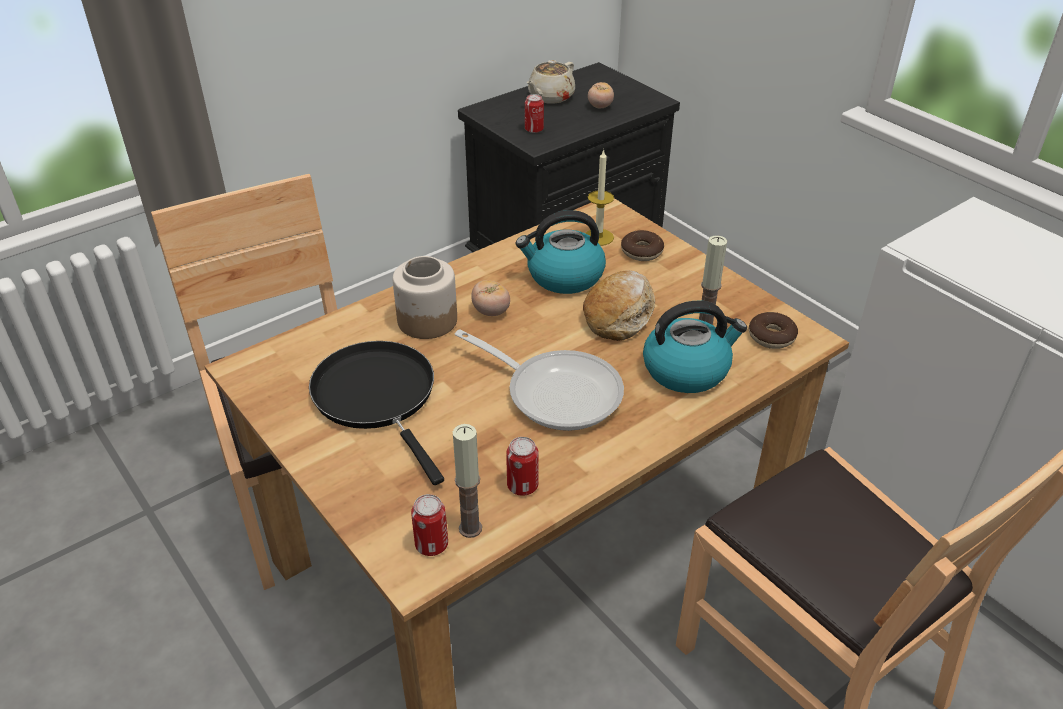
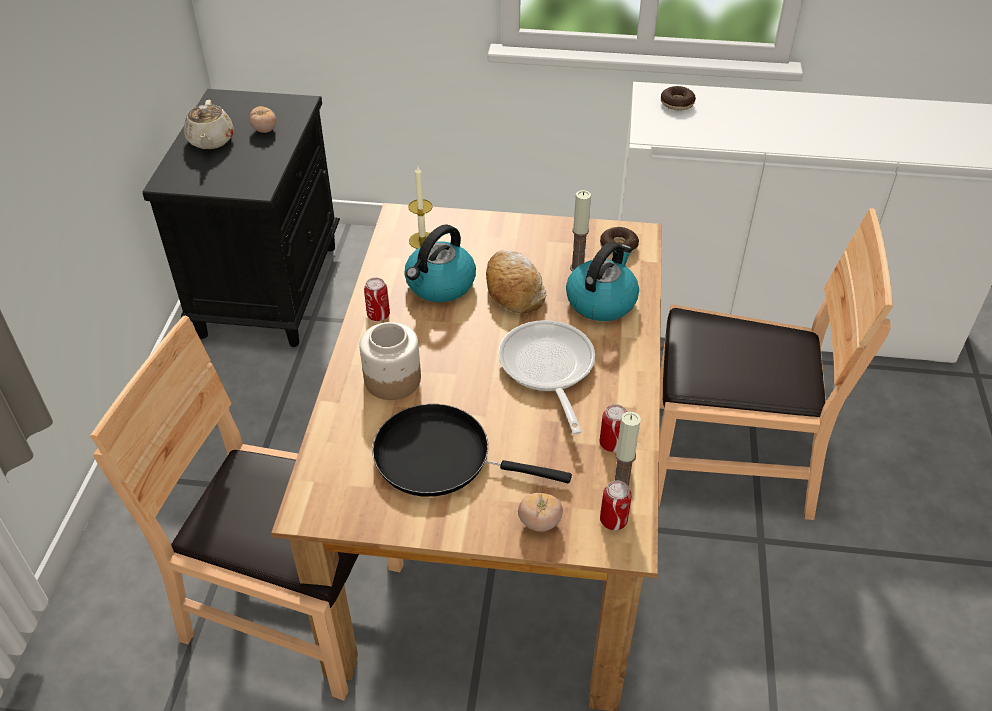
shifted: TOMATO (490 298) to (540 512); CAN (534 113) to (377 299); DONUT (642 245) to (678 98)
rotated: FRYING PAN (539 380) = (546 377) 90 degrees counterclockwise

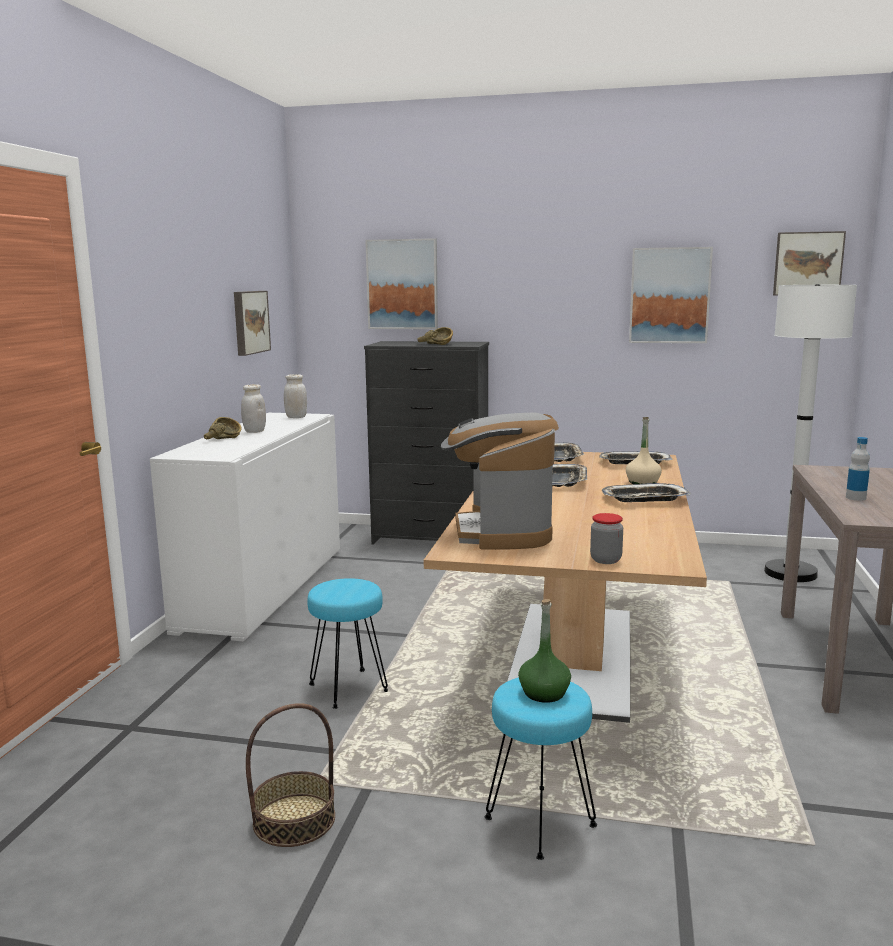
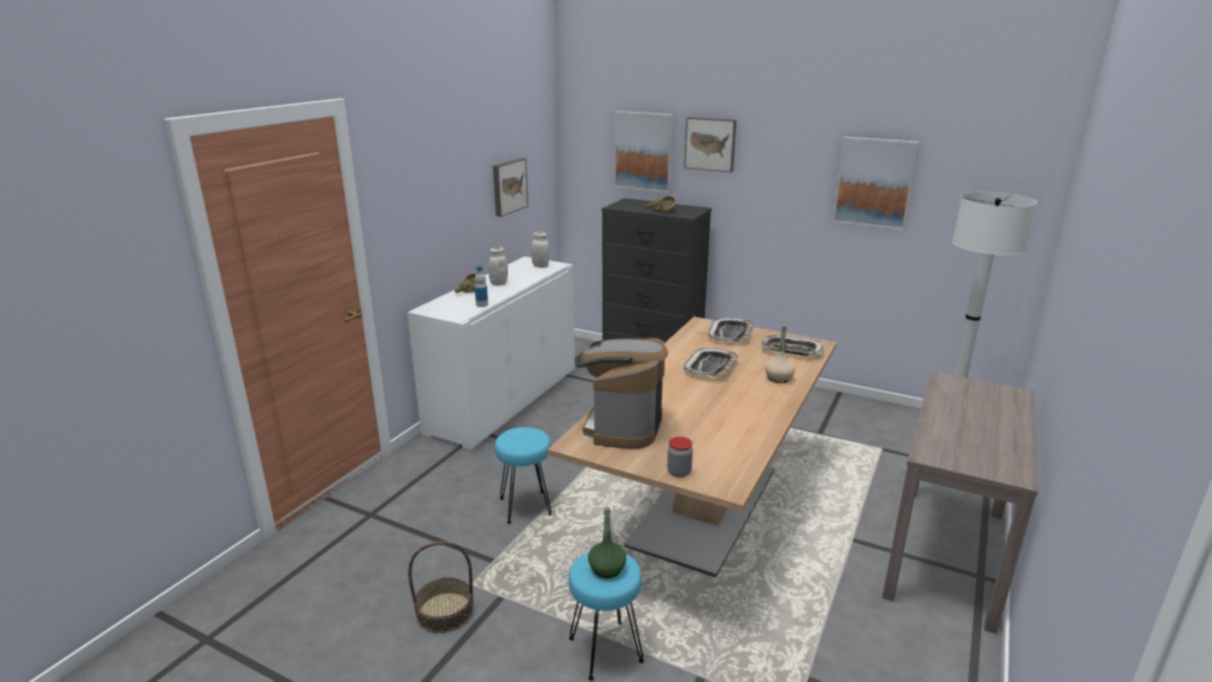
gone: TRAY (646 492)
shifted: PICTURE (809 263) to (710 144); BOTTLE (858 469) to (481 286)

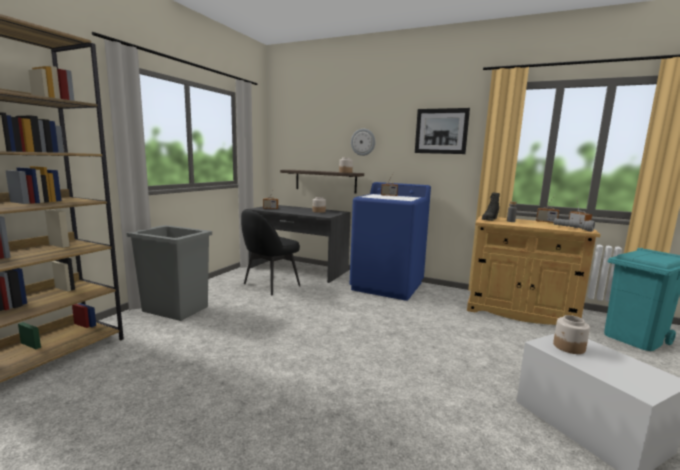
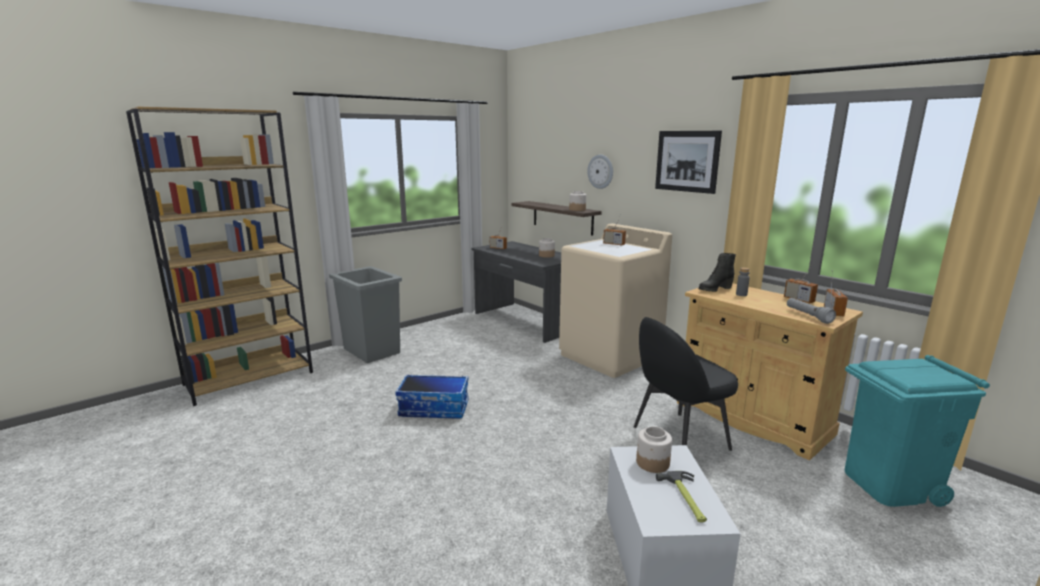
new: STORAGE BOX (432 396); HAMMER (681 497)
shifted: BLACK CHAIR (270 252) to (686 384)
repainted: BLUE WASHING MACHINE (390 241) to BEIGE WASHING MACHINE (615 300)

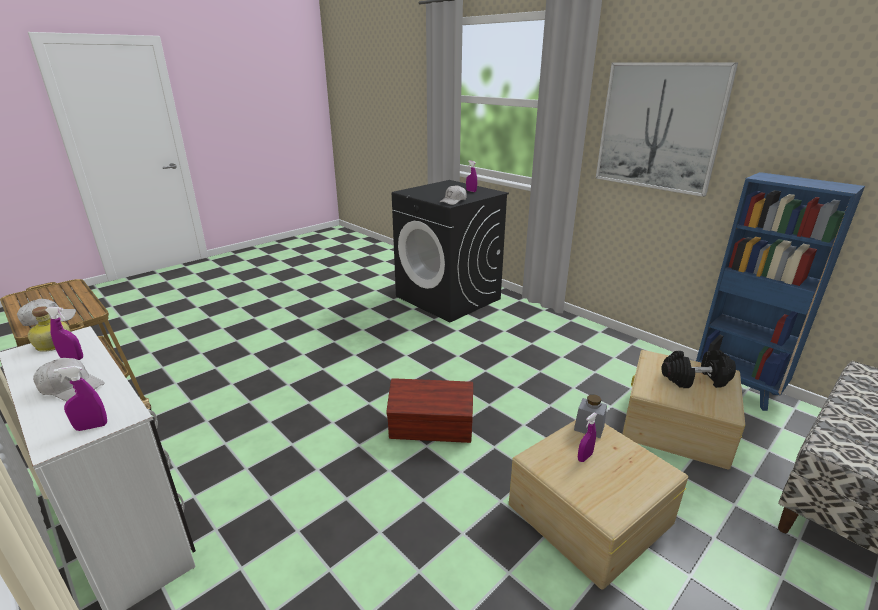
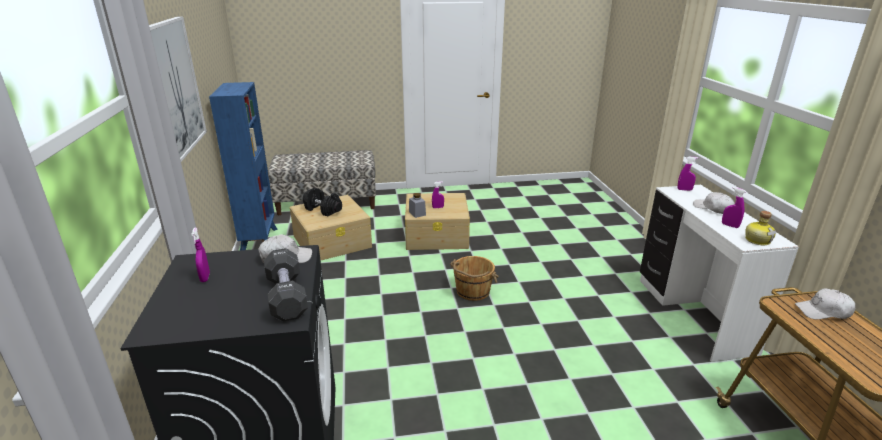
new: BLACK DUMBBELL (286 285)
swapped: BROWN STORAGE BOX (429 410) to BROWN BUCKET (474 278)

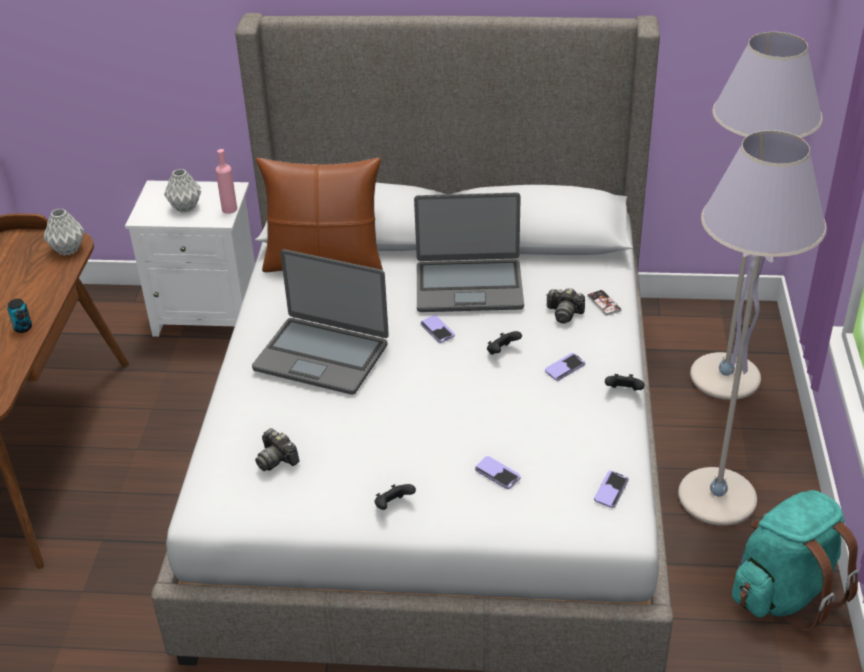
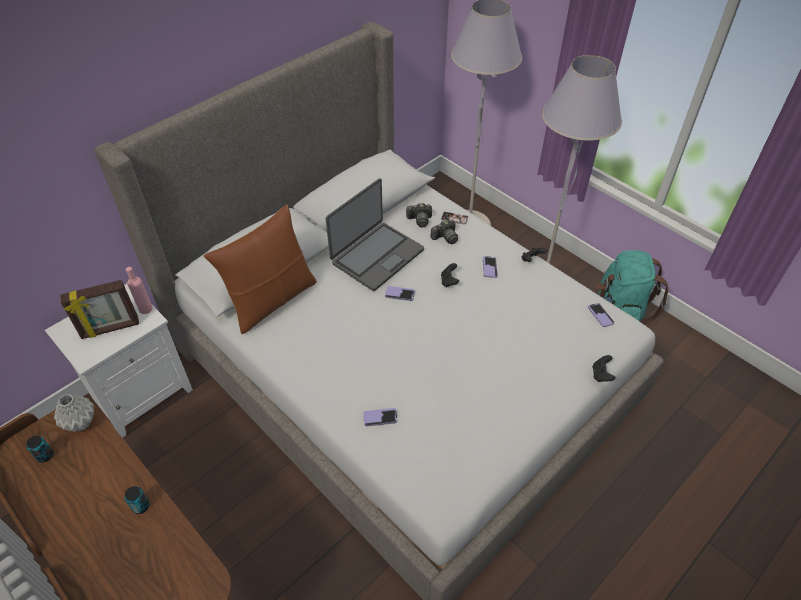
gone: LAPTOP (320 322)
new: CAN (40 449)
shifted: PHOTO CAMERA (277 449) to (419 215); BLACK GAME CONTROLLER (395 497) to (603 368); PHONE (498 472) to (380 417)
swapped: GREY VASE (182 191) to PICTURE FRAME (99 309)

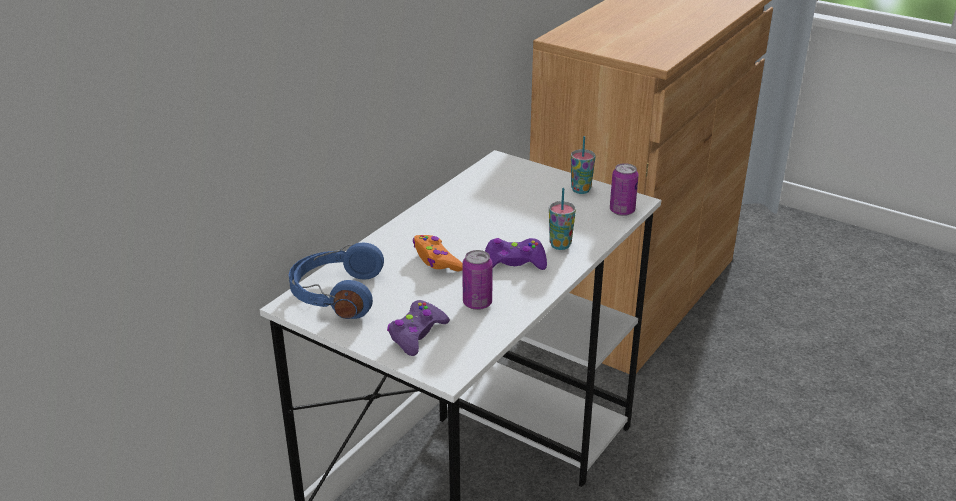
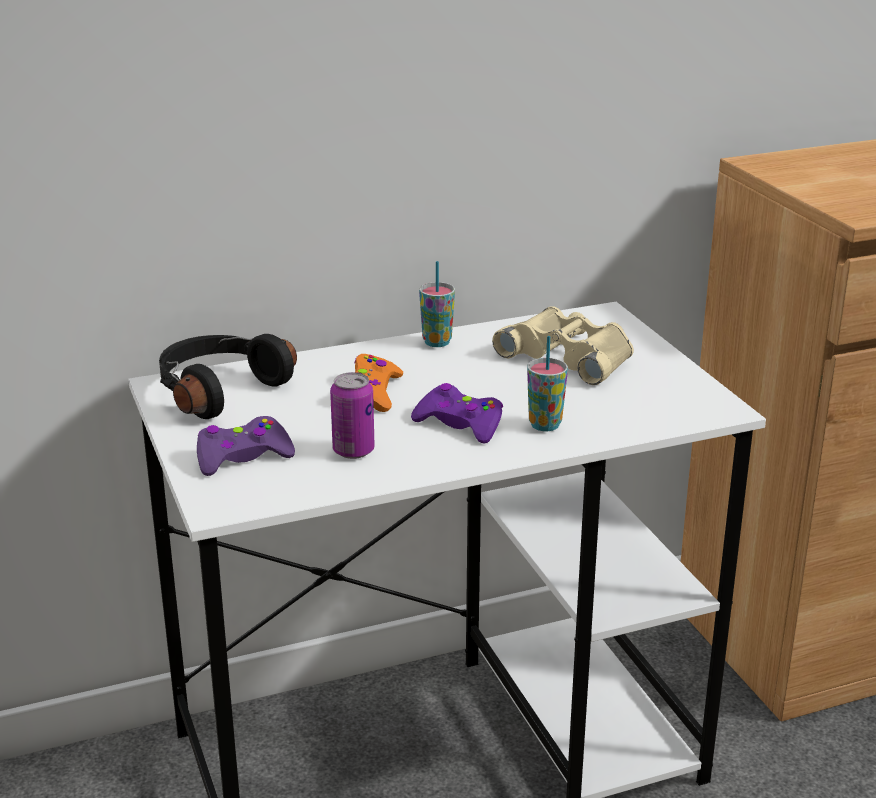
gone: CAN (624 189)
new: BEIGE BINOCULARS (563 345)
shifted: CUP (583 165) to (437 304)
repainted: BLUE HEADPHONES (336 281) to BLACK HEADPHONES (228 376)

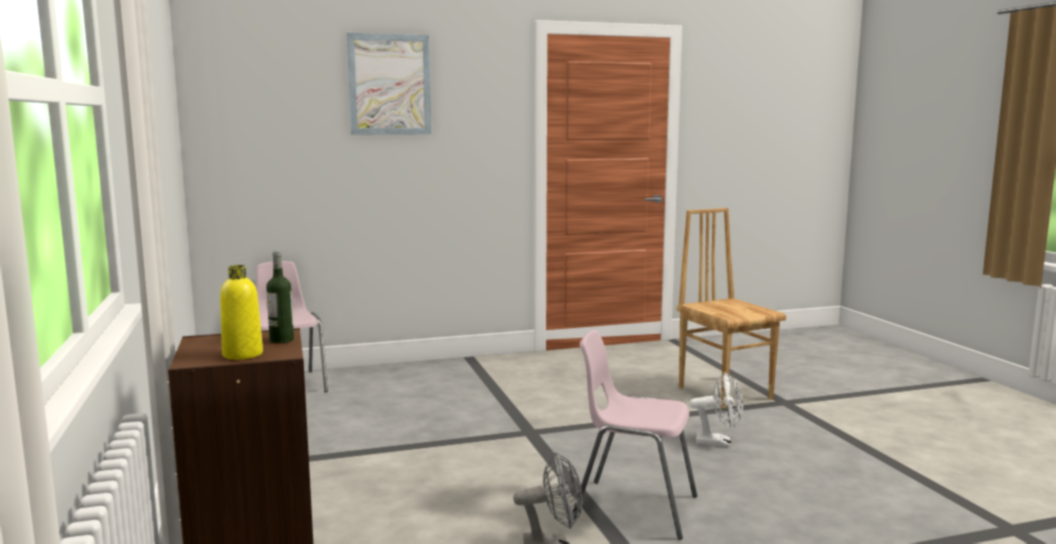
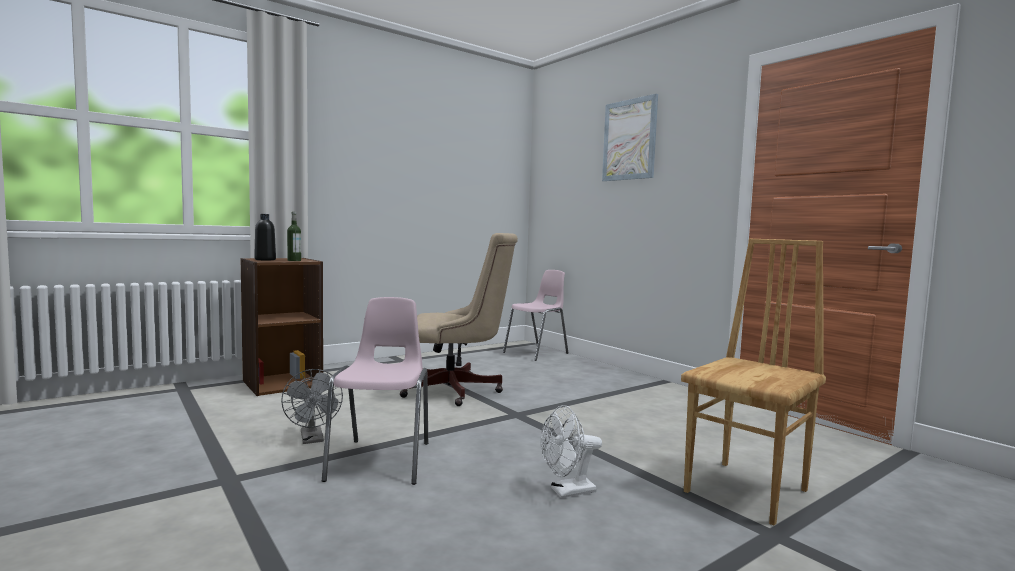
new: BEIGE OFFICE CHAIR (459 319)
repainted: YELLOW BOTTLE (241 312) to BLACK BOTTLE (265 237)
rotated: WHITE FAN (716 409) = (571 451) 75 degrees clockwise

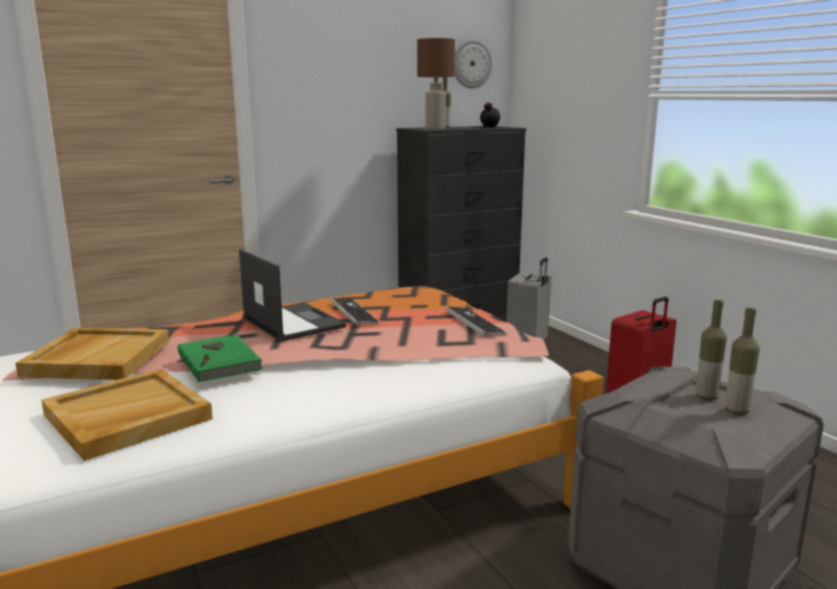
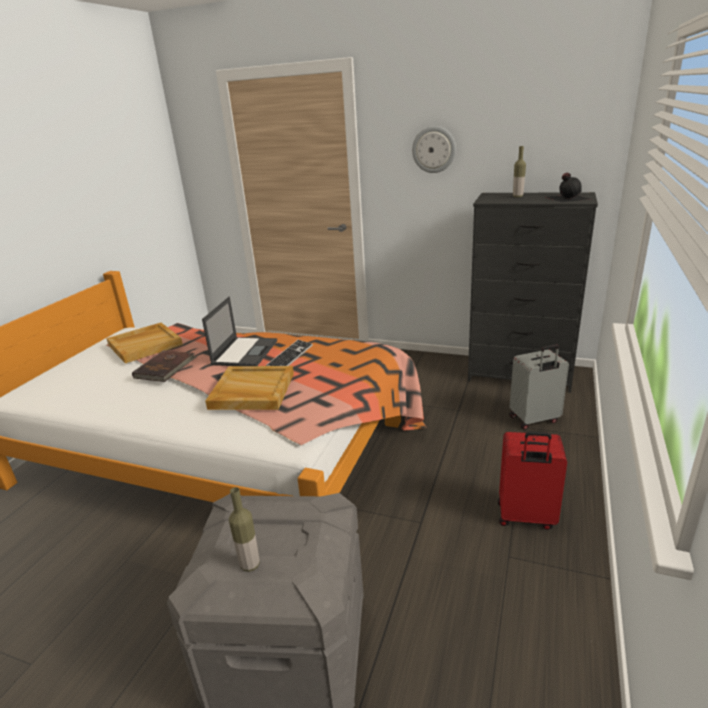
gone: BROWN TABLE LAMP (436 84); KEYBOARD (476 322); BOTTLE (711 350)
shifted: BEIGE TRAY (127 415) to (249 388); WALL CLOCK (473 64) to (434 149)
repainted: GREEN BOOK (220 358) to BROWN BOOK (164 366)

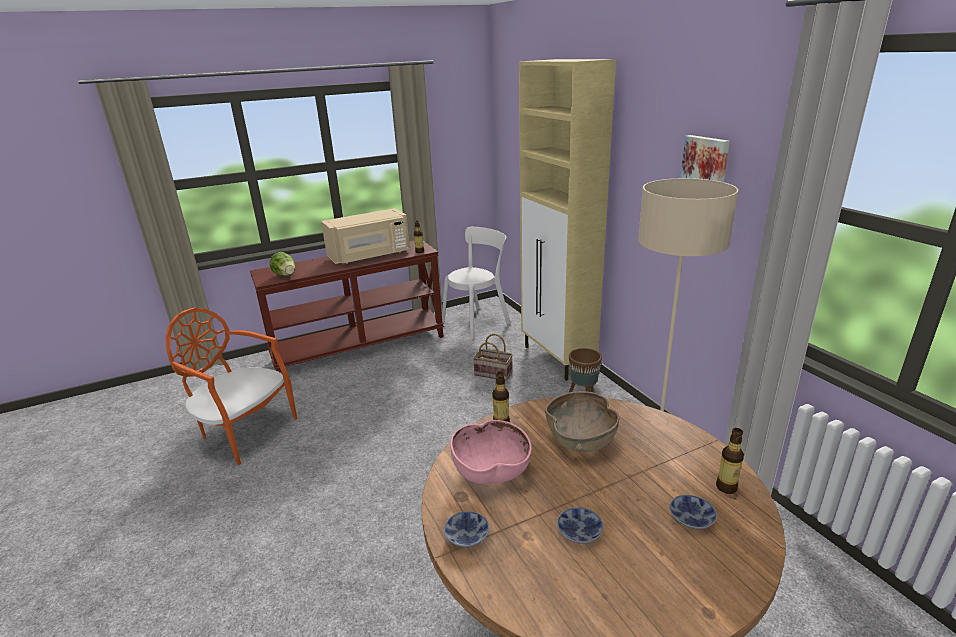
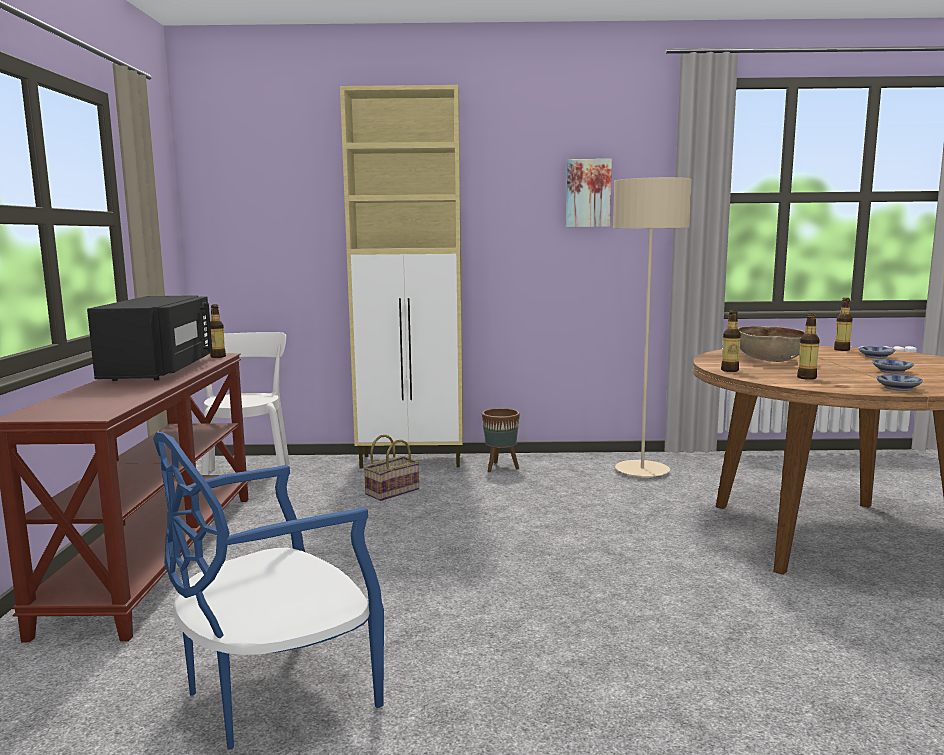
gone: LETTUCE (282 264)
swapped: PINK BOWL (491 452) to BOTTLE (808 347)
repainted: ORANGE CHAIR (231 386) to BLUE CHAIR (268 591); BEIGE MICROWAVE (365 236) to BLACK MICROWAVE (149 338)

